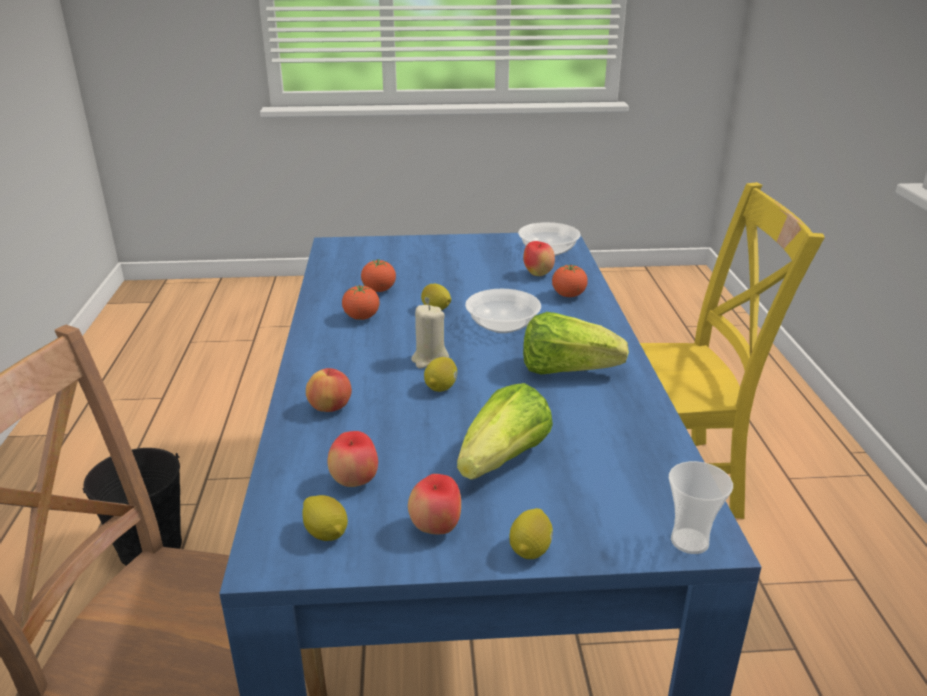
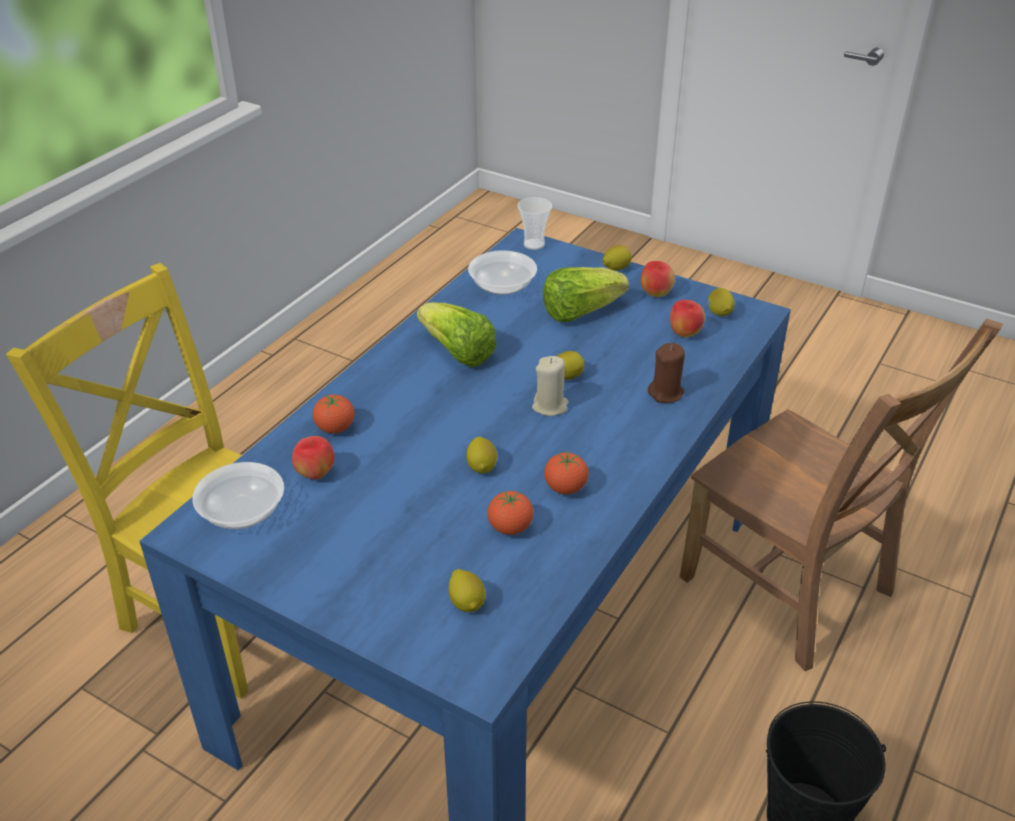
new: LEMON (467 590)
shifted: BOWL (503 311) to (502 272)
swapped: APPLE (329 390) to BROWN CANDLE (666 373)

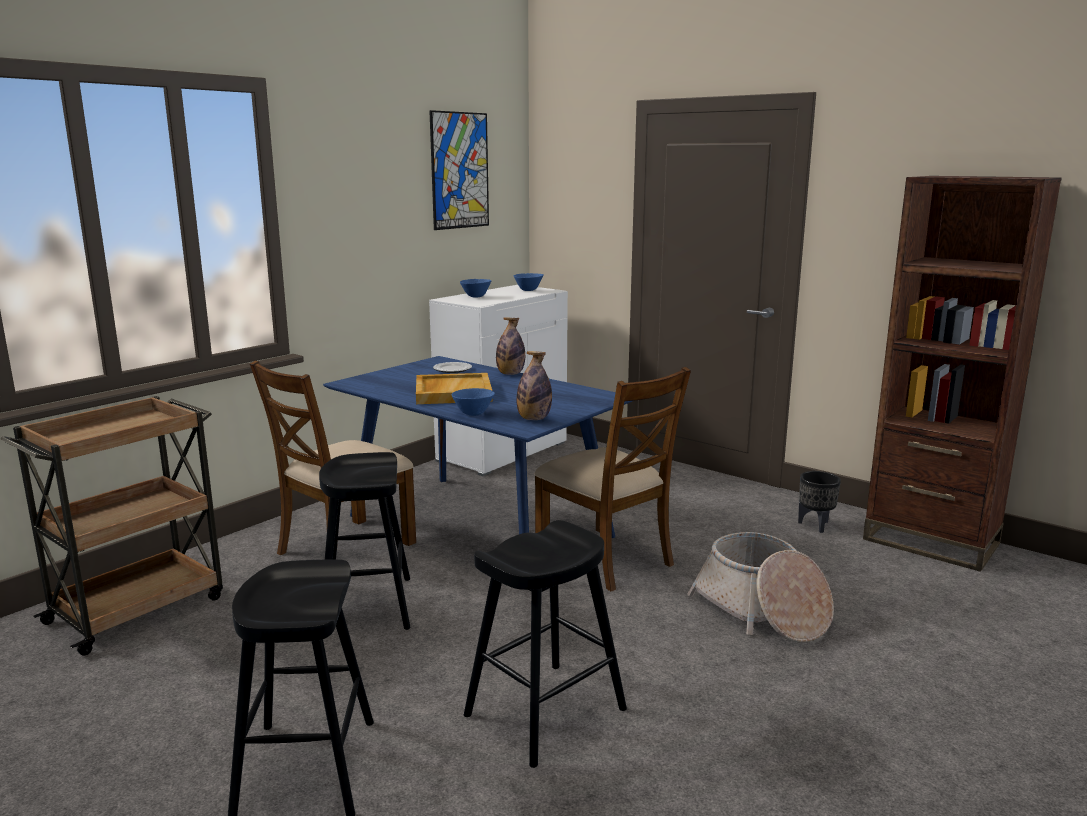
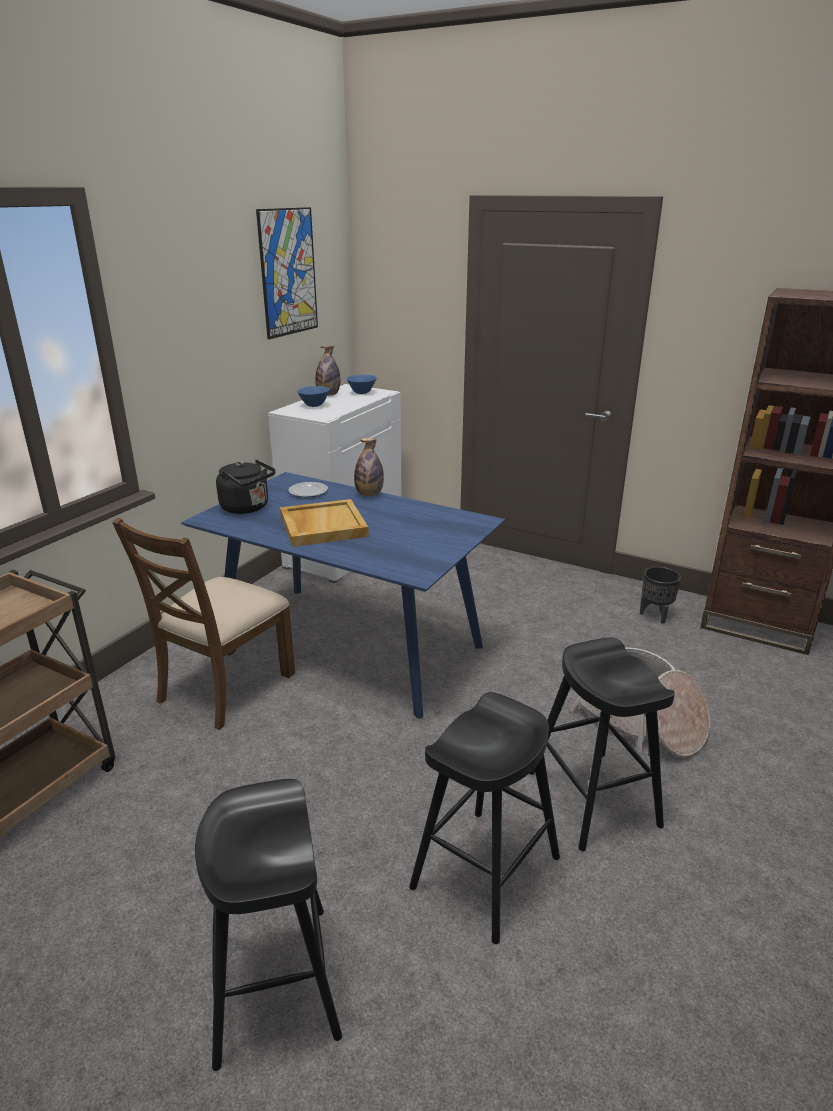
gone: BLUE BOWL (473 402); BROWN CHAIR (613 479)
new: BLACK KETTLE (246 486)
shifted: BLACK STOOL (364 541) to (602 744); BOTTLE (534 385) to (327 371)

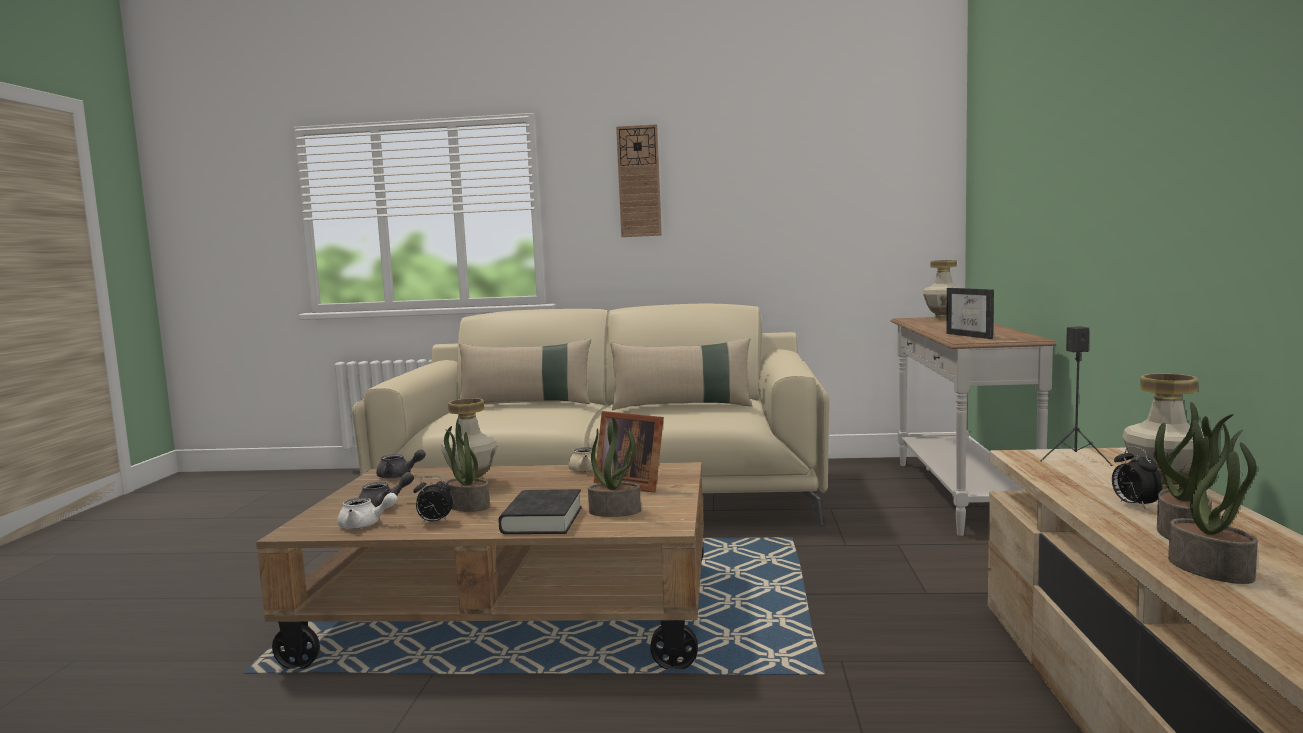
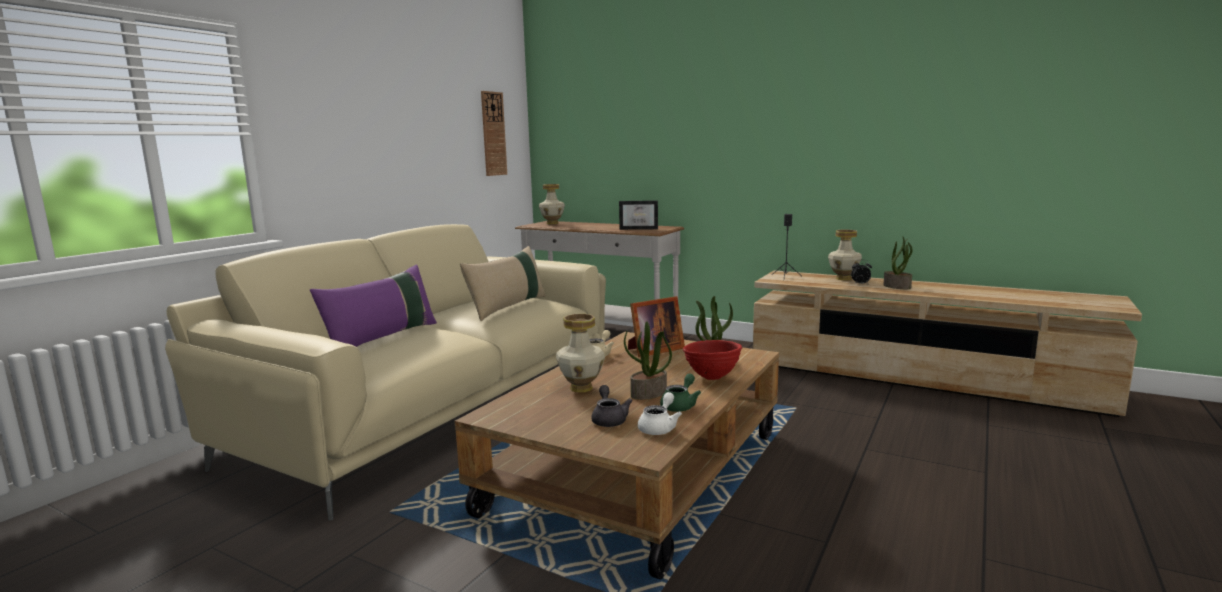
gone: GREY TEAPOT (401 464); POTTED PLANT (1213 503)
shifted: WALL CLOCK (639 180) to (494 133)
swapped: ALARM CLOCK (433 499) to GREEN TEAPOT (680 392); BLACK BOOK (540 511) to RED BOWL (712 360)
repainted: BEIGE PILLOW (525 371) to PURPLE PILLOW (373 306)

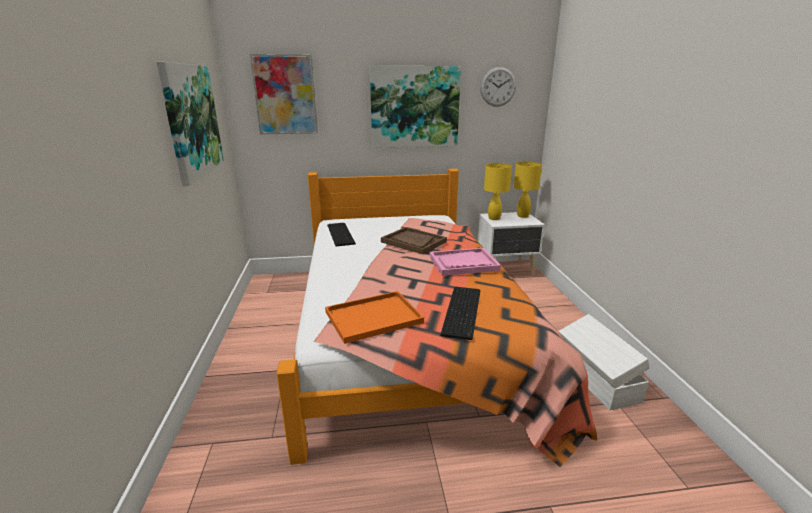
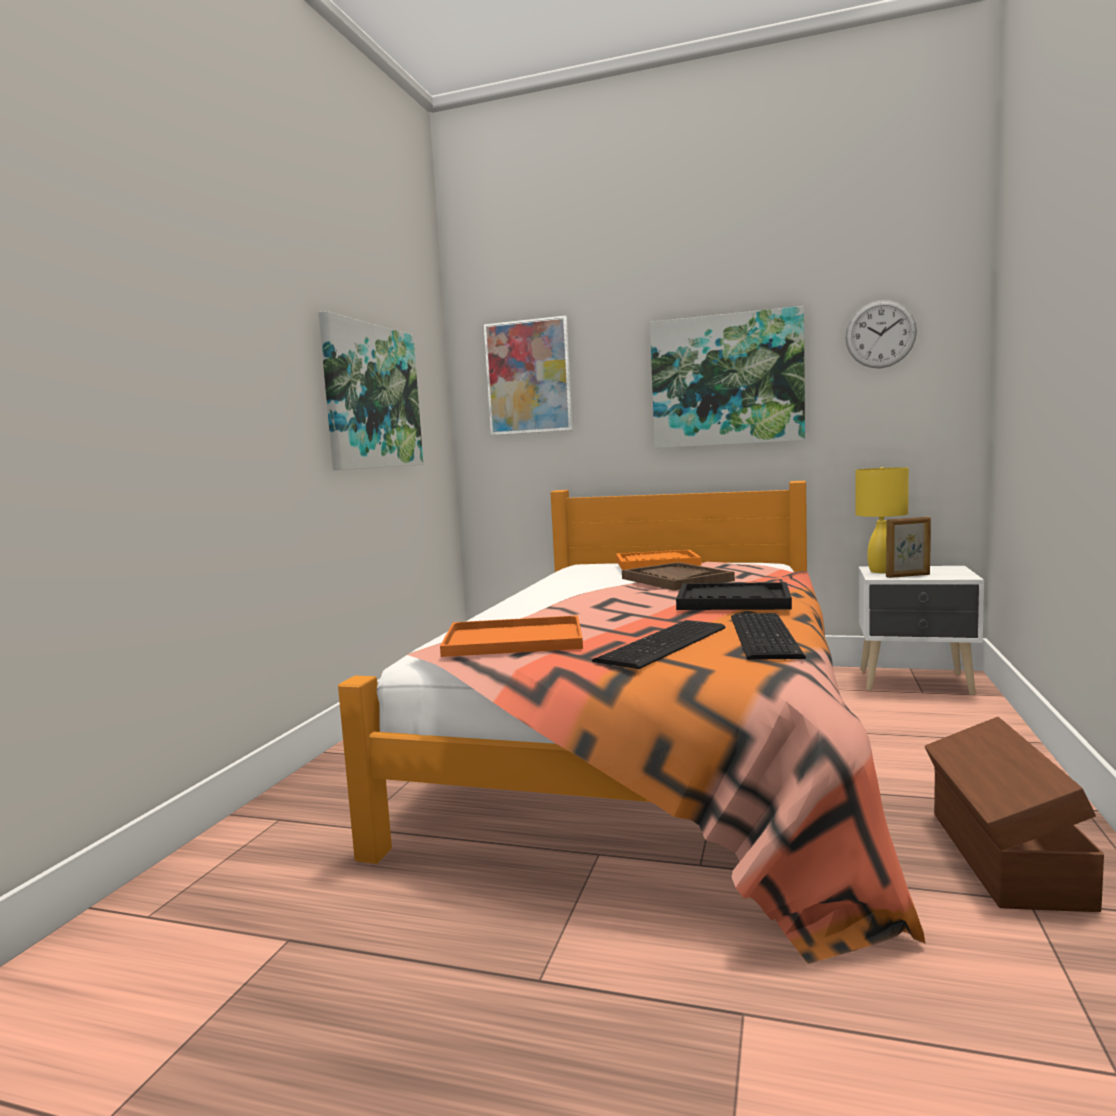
gone: YELLOW TABLE LAMP (527 190)
new: ORANGE TRAY (659 560); PICTURE FRAME (908 547)
shifted: KEYBOARD (341 234) to (768 636)
repainted: PINK TRAY (465 262) to BLACK TRAY (734 596); WHITE STORAGE BOX (604 362) to BROWN STORAGE BOX (1014 814)

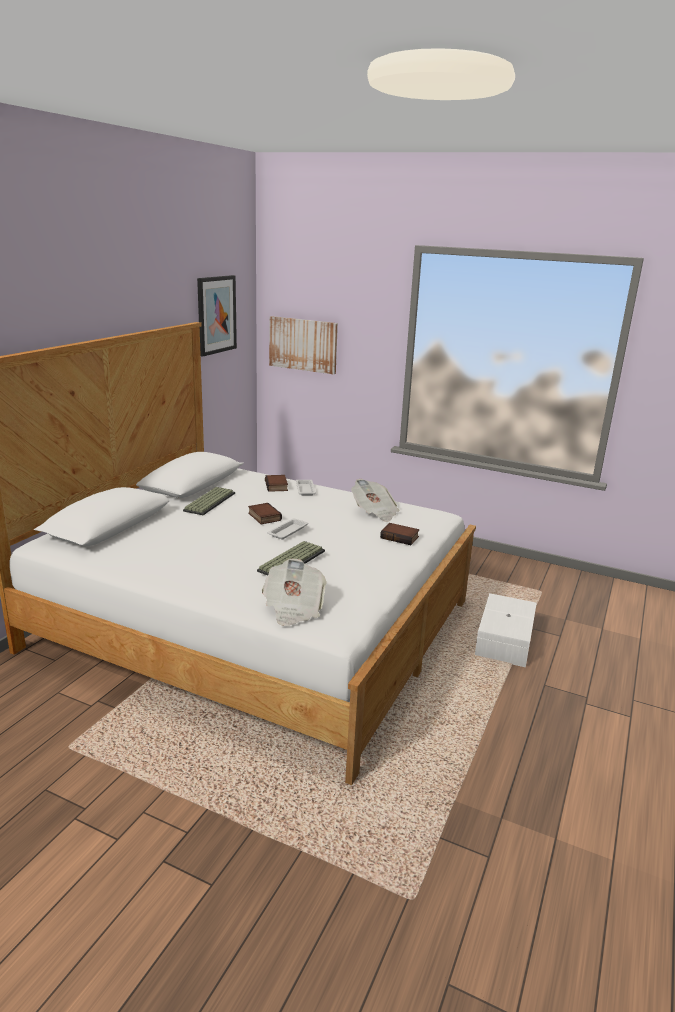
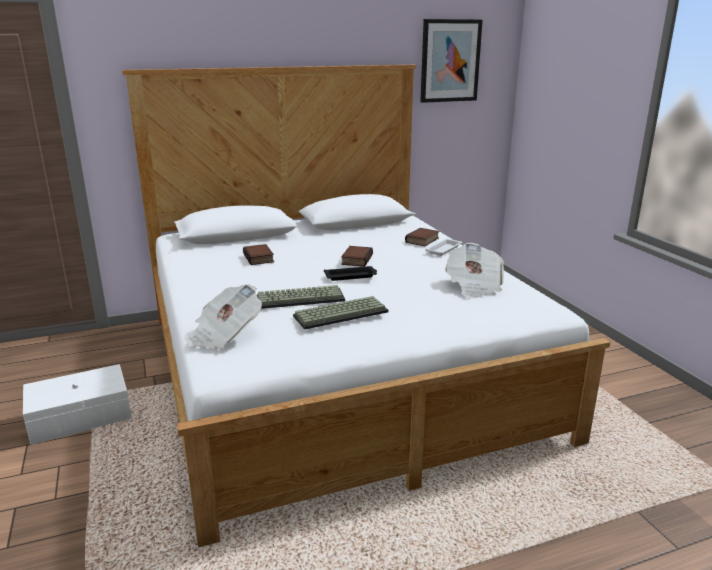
gone: PICTURE (303 345)
shifted: KEYBOARD (209 501) to (340 312); BOOK (399 534) to (258 254); WHITE STORAGE BOX (506 630) to (77 404)
repainted: WHITE TRAY (287 528) to BLACK TRAY (350 273)

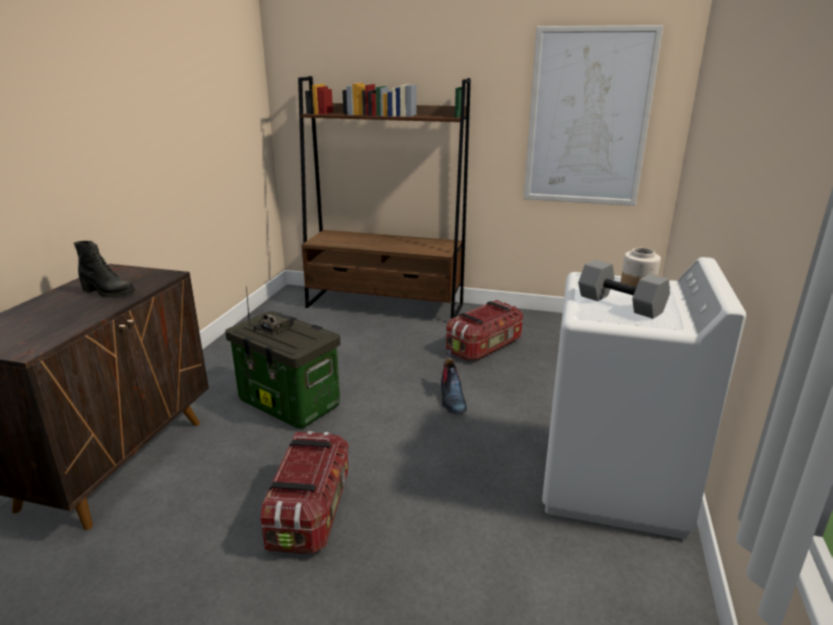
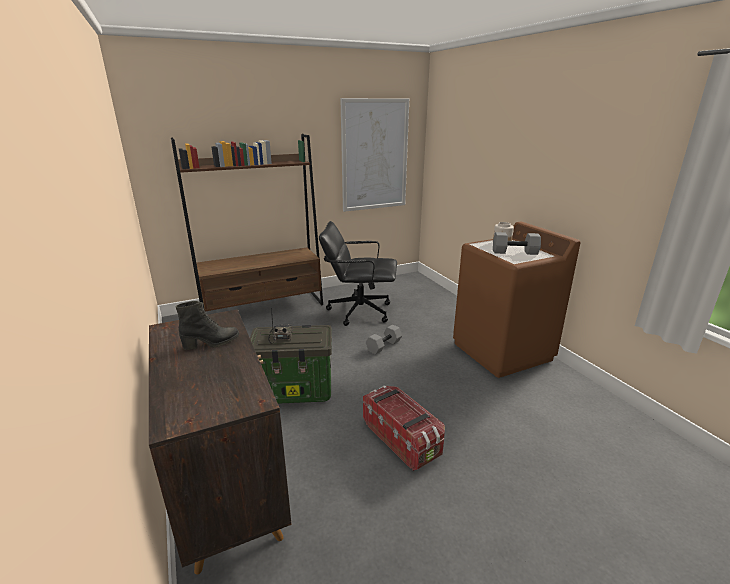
swapped: BOOT (454 381) to GREY DUMBBELL (384 340); STORAGE BOX (484 330) to BLACK OFFICE CHAIR (358 273)
repainted: WHITE WASHING MACHINE (644 398) to BROWN WASHING MACHINE (516 300)

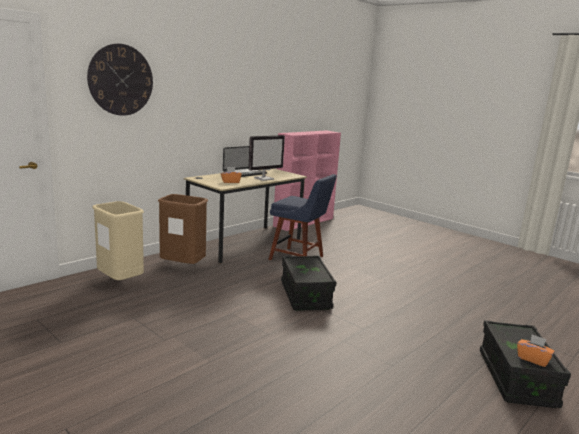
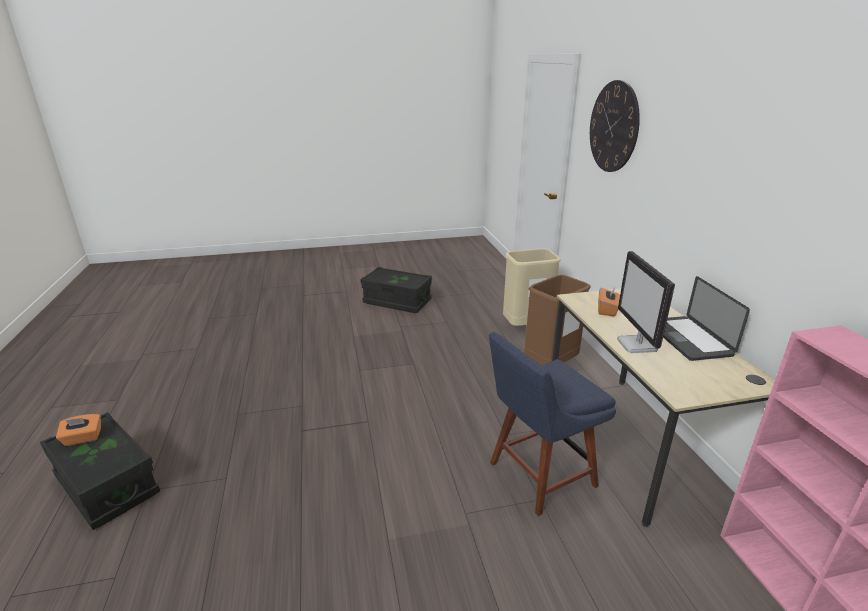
shifted: BLACK STORAGE BOX (308 283) to (396 290)

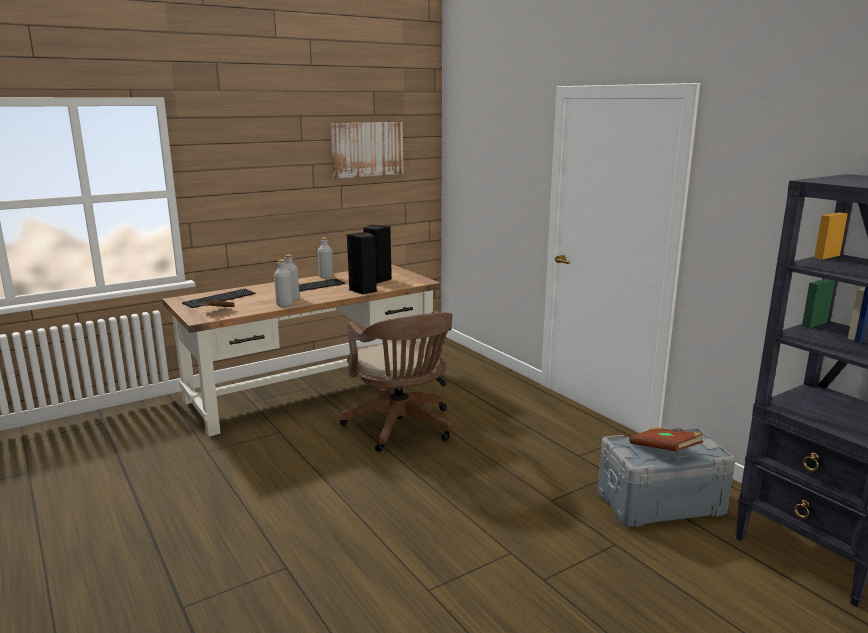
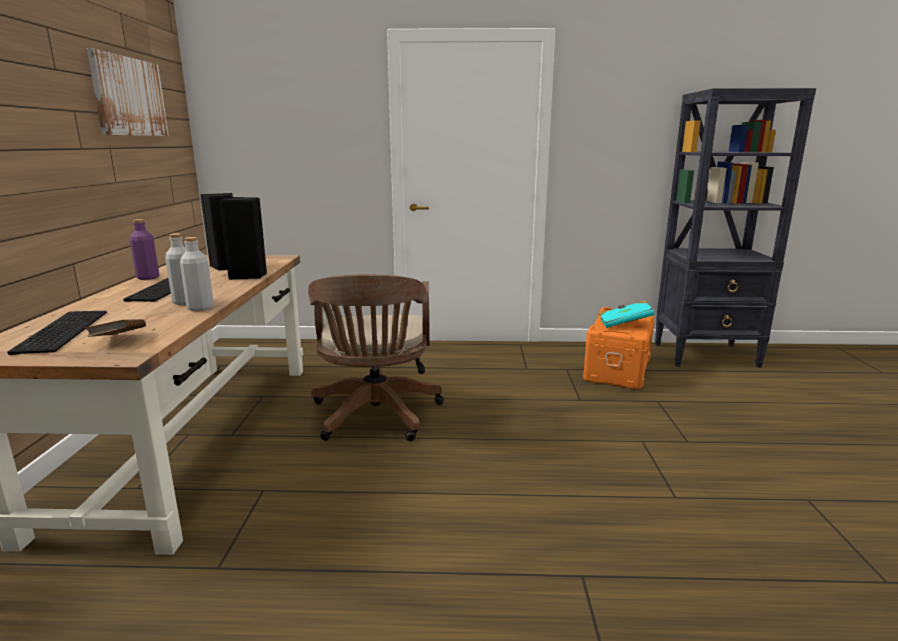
repainted: GREY BOTTLE (325 257) to PURPLE BOTTLE (144 249); GREY STORAGE BOX (666 477) to ORANGE STORAGE BOX (619 348); BROWN BOOK (666 439) to TURQUOISE BOOK (626 314)
rotated: BROWN OFFICE CHAIR (396 381) = (376 357) 75 degrees clockwise

